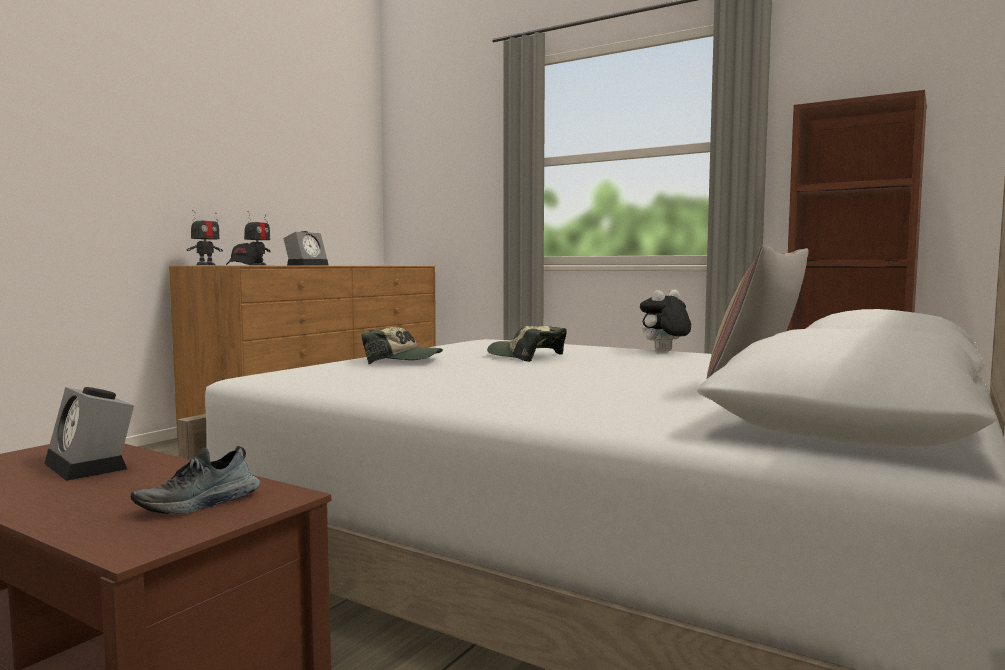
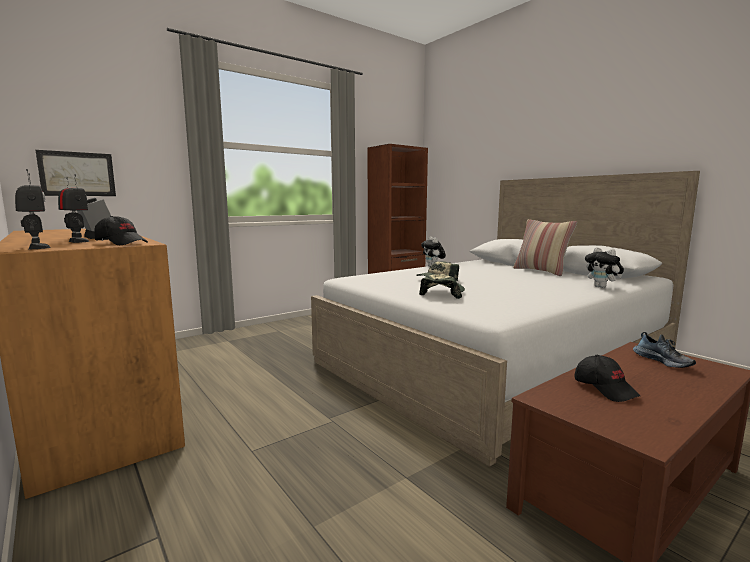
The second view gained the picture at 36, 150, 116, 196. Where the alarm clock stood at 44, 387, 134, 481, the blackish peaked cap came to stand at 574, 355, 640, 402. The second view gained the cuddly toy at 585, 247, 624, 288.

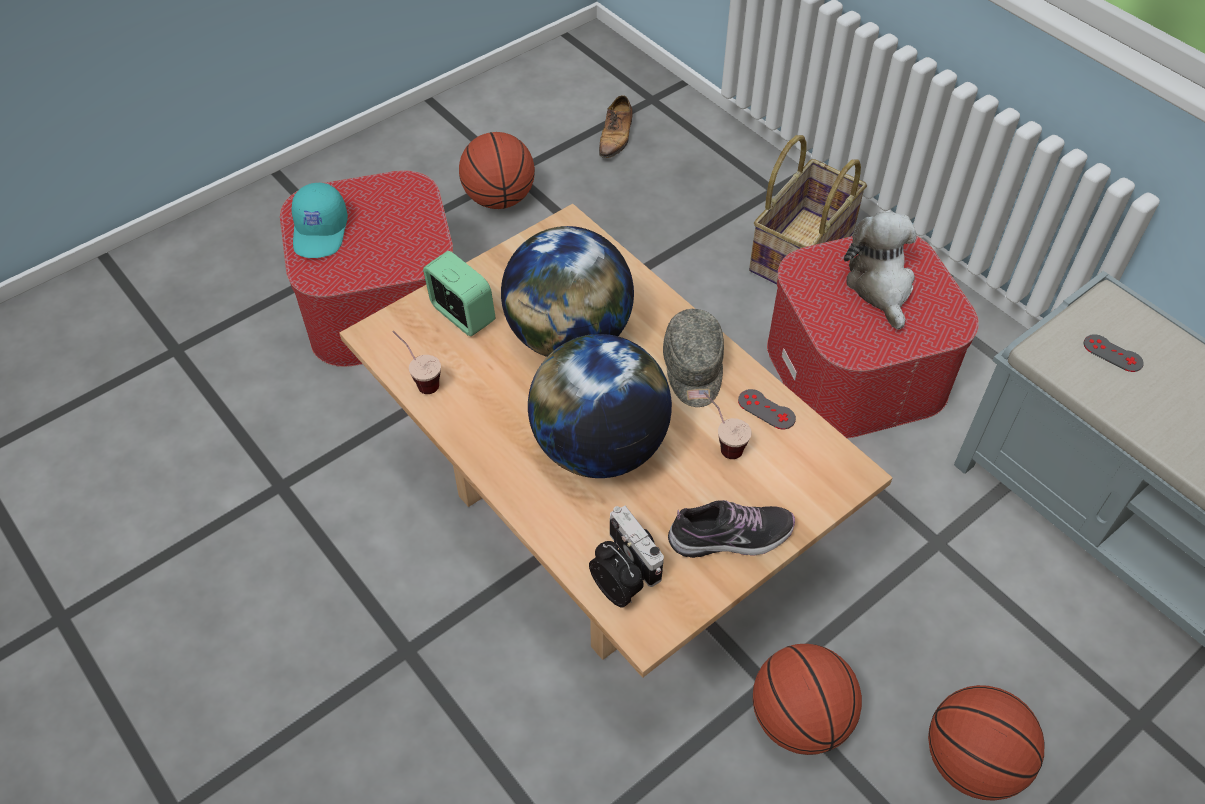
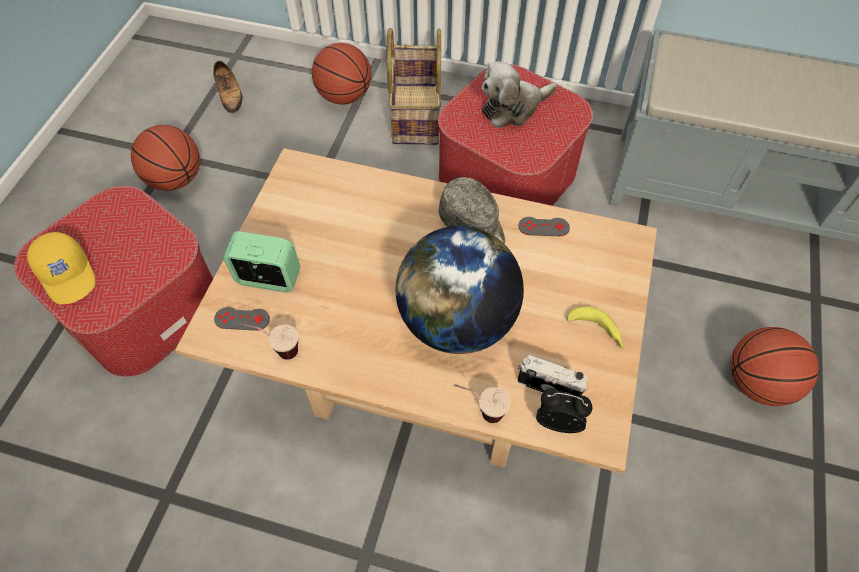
What was the turquoise peaked cap at 292, 183, 348, 258 turned into the yellow peaked cap at 27, 232, 96, 304. The greyish joypad ended up elsewhere, having gone from 1084, 334, 1144, 372 to 214, 307, 270, 331. The basketball ball ended up elsewhere, having gone from 753, 644, 862, 755 to 312, 43, 371, 105. The drinking cup ended up elsewhere, having gone from 704, 392, 752, 459 to 454, 384, 511, 423. The cuddly toy at 844, 212, 917, 330 ended up facing another way, 75 degrees counterclockwise from before. Where the low shoe stood at 668, 500, 795, 558, the banana fruit came to stand at 567, 306, 626, 349. The second view lost the desk globe at 501, 226, 634, 357.

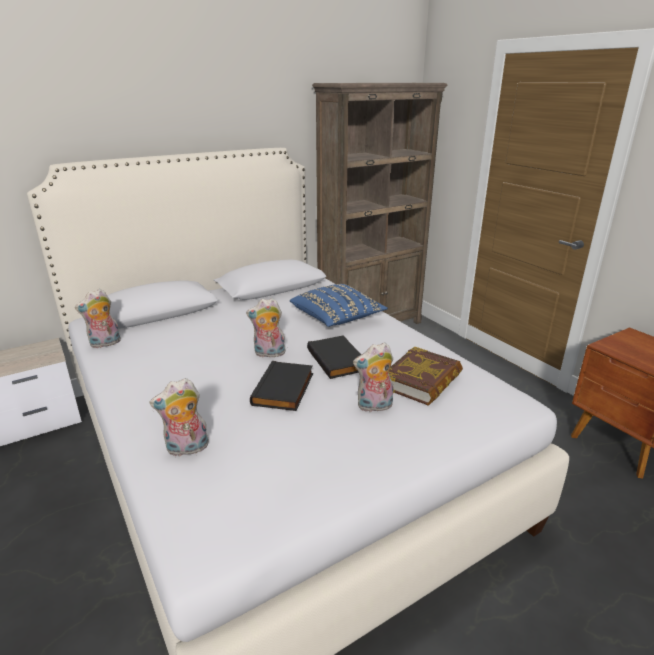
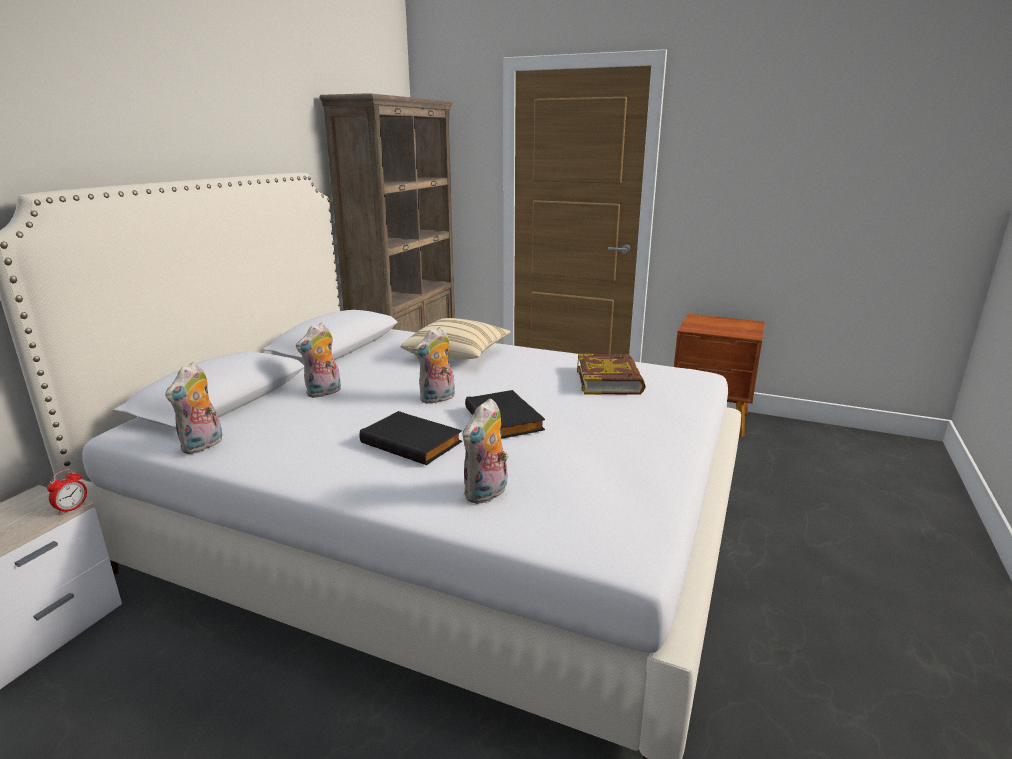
The second view gained the alarm clock at 47, 469, 87, 515. The cuddly toy ended up elsewhere, having gone from 353, 342, 393, 412 to 296, 322, 341, 398. The blackish book ended up elsewhere, having gone from 307, 335, 361, 379 to 359, 411, 462, 465. What was the blue pillow at 290, 284, 388, 327 turned into the sand-coloured pillow at 400, 318, 511, 360.

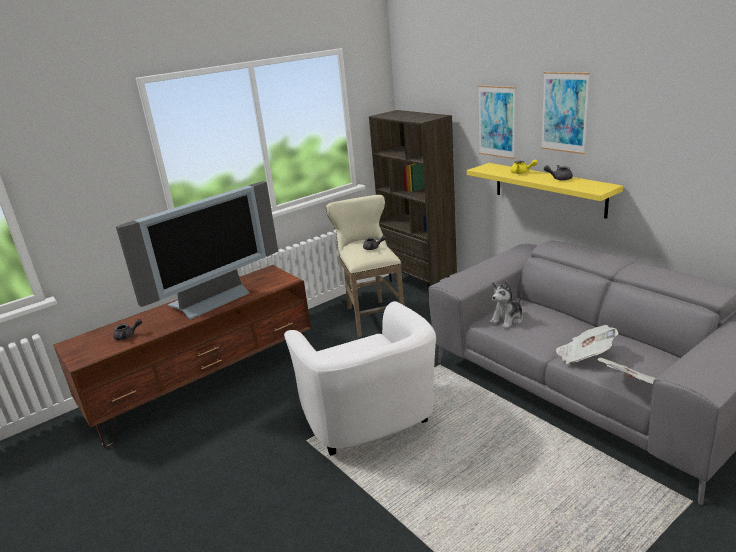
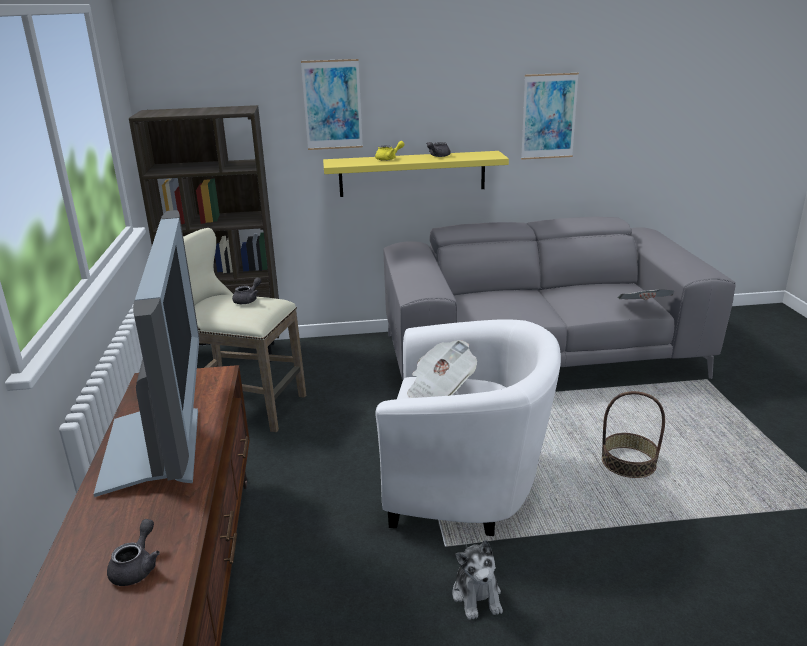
The daily paper ended up elsewhere, having gone from 556, 325, 618, 364 to 407, 340, 477, 398. The cuddly toy ended up elsewhere, having gone from 490, 281, 523, 329 to 452, 540, 503, 620. The picture ended up elsewhere, having gone from 541, 72, 590, 154 to 521, 73, 579, 160. The second view gained the household basket at 602, 391, 665, 478.

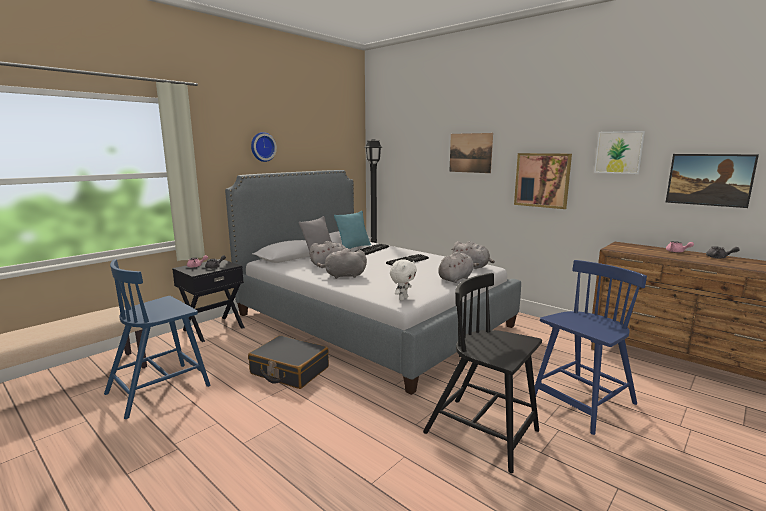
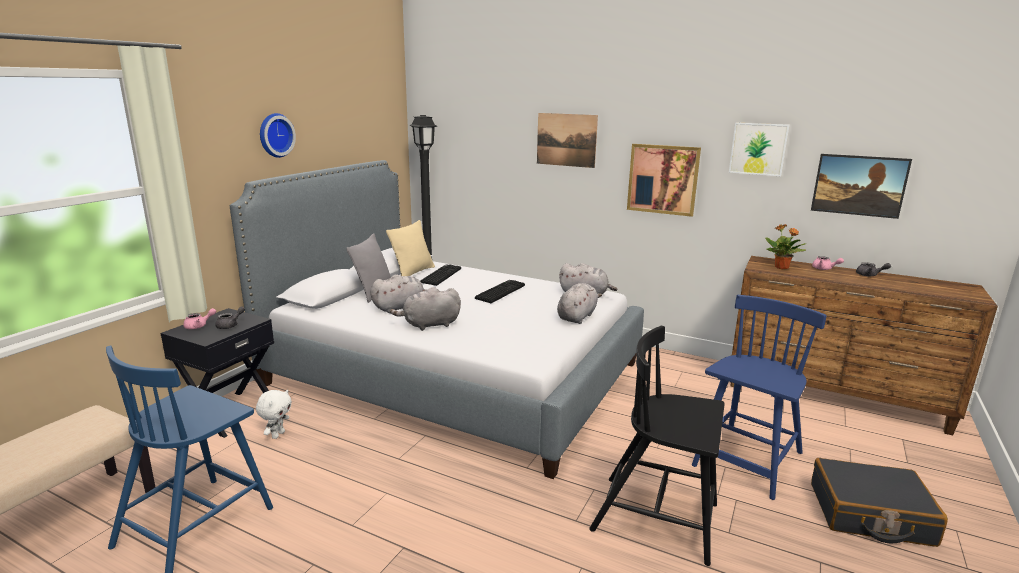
The white cuddly toy ended up elsewhere, having gone from 390, 259, 417, 300 to 256, 389, 292, 439. What was the turquoise pillow at 334, 211, 371, 249 turned into the sand-coloured pillow at 386, 220, 435, 276. The second view gained the houseplant at 765, 224, 806, 269. The blackish suitcase ended up elsewhere, having gone from 248, 335, 329, 389 to 811, 458, 948, 547.

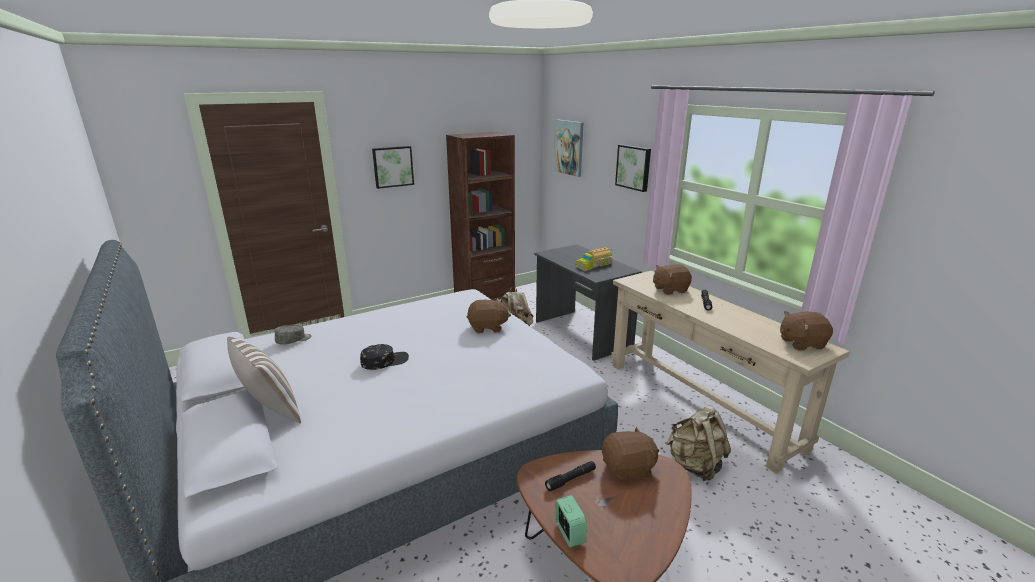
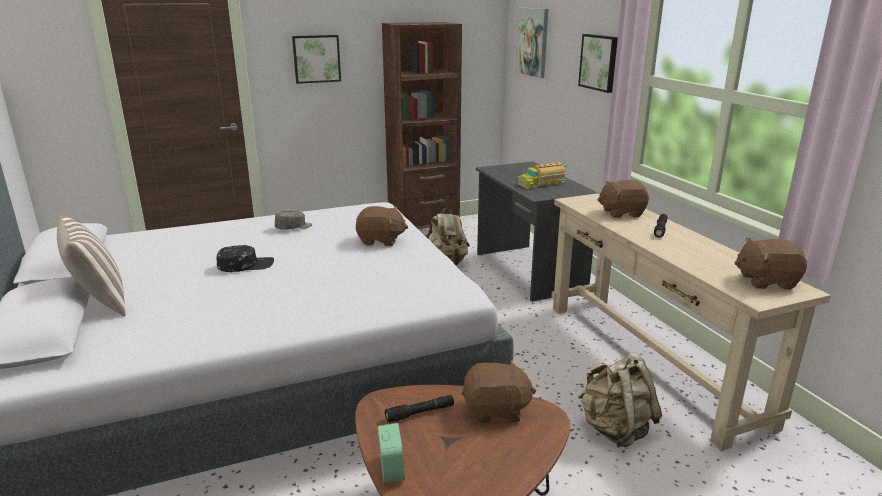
The greyish peaked cap ended up elsewhere, having gone from 275, 325, 311, 345 to 275, 211, 312, 230.

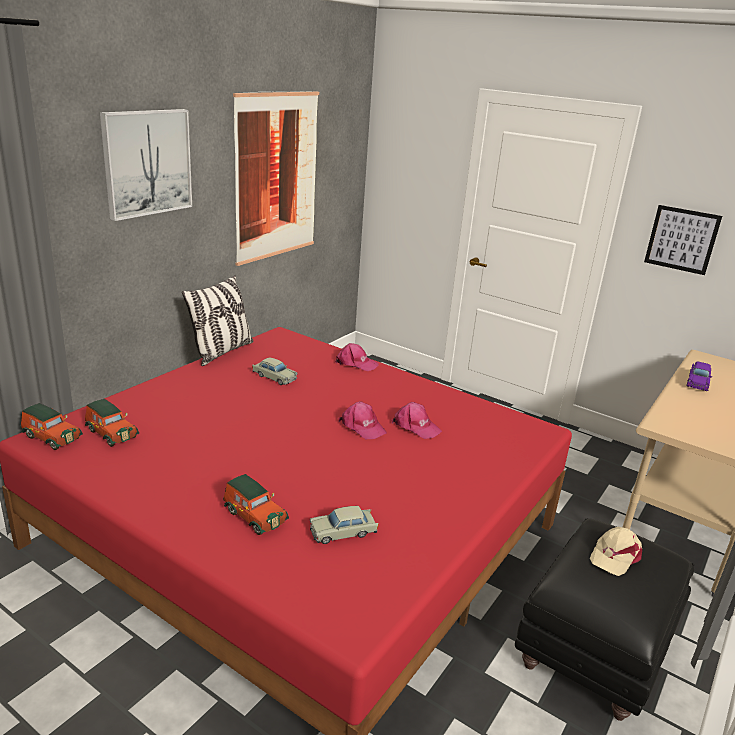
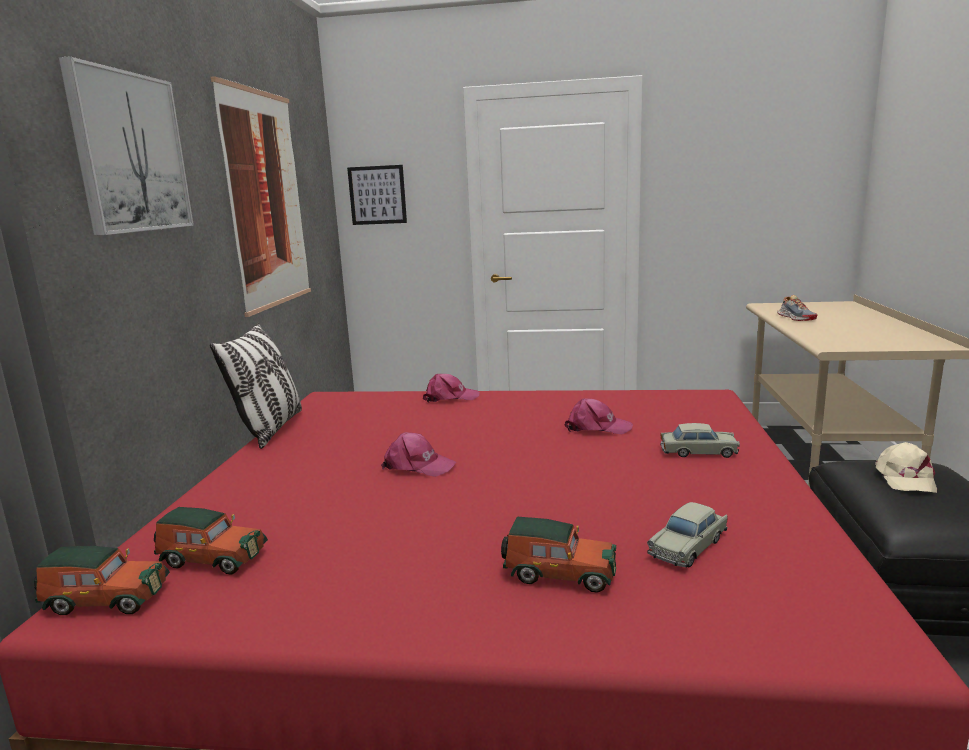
The picture ended up elsewhere, having gone from 644, 205, 722, 275 to 347, 165, 407, 225. The pinkish peaked cap ended up elsewhere, having gone from 338, 401, 387, 439 to 381, 432, 456, 477. The sand-coloured model car ended up elsewhere, having gone from 252, 358, 298, 385 to 660, 423, 740, 458. Where the purplish model car stood at 686, 362, 712, 391, the low shoe came to stand at 777, 295, 818, 321.

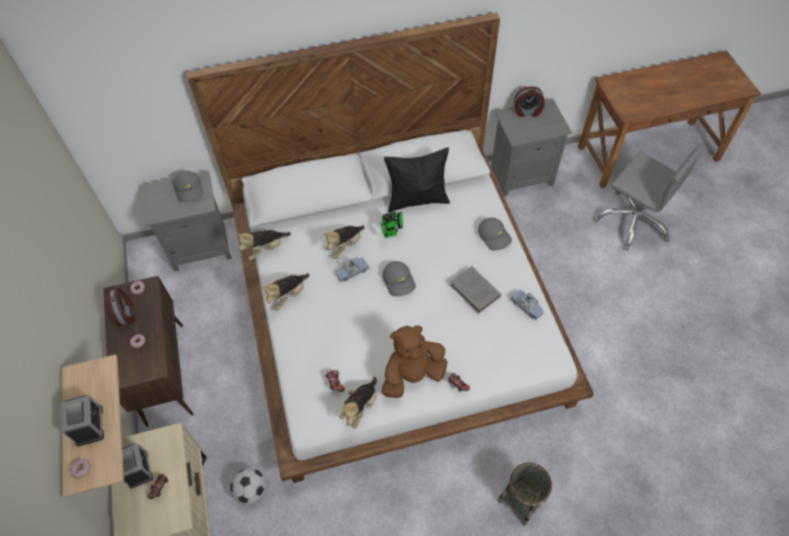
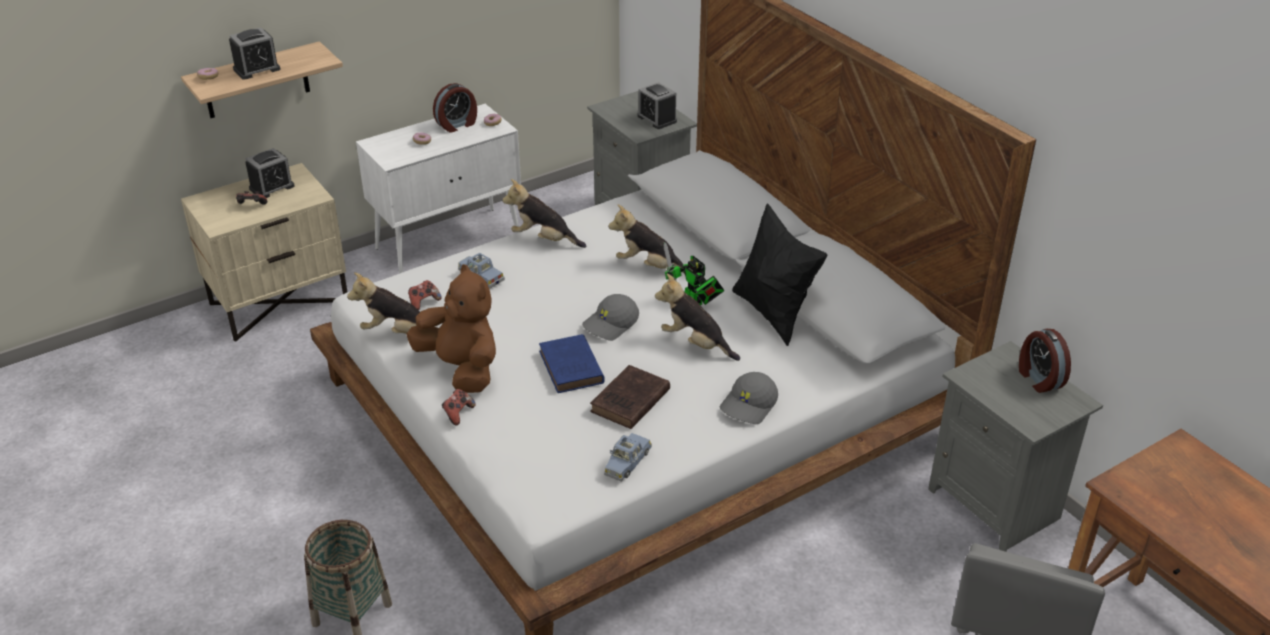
What was the brown-coloured storage cabinet at 104, 276, 193, 427 turned into the white storage cabinet at 356, 104, 521, 274. The blue model car ended up elsewhere, having gone from 335, 257, 370, 282 to 458, 253, 505, 289. The second view gained the blue book at 539, 334, 605, 393. What was the greyish book at 450, 266, 501, 314 turned into the brown-coloured book at 590, 365, 670, 429. Where the greyish peaked cap stood at 174, 171, 204, 202, the alarm clock came to stand at 638, 82, 677, 129. The cuddly toy ended up elsewhere, having gone from 236, 230, 291, 260 to 655, 274, 740, 361. The second view lost the football at 230, 468, 266, 505.

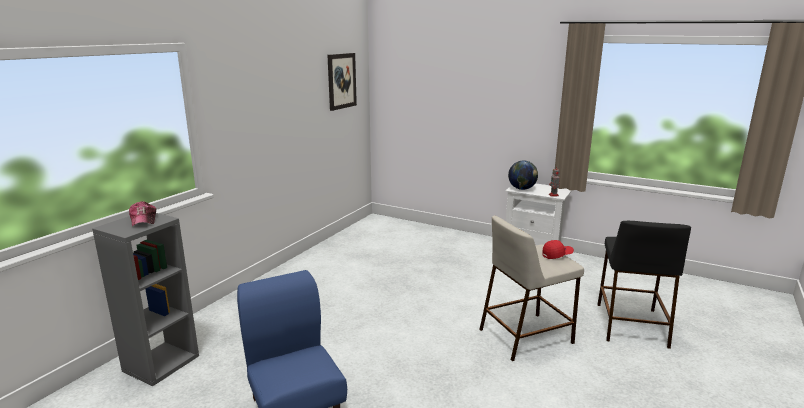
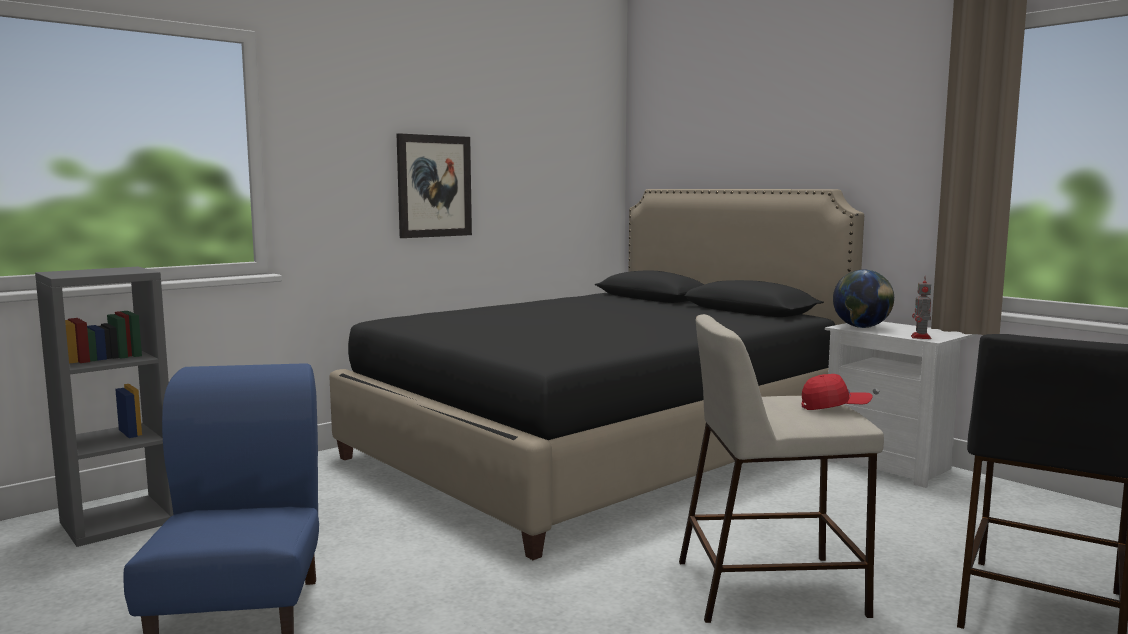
The second view gained the blackish bedroom bed at 329, 189, 864, 560. The picture ended up elsewhere, having gone from 327, 53, 357, 111 to 397, 133, 472, 238. The second view lost the peaked cap at 129, 201, 156, 227.

